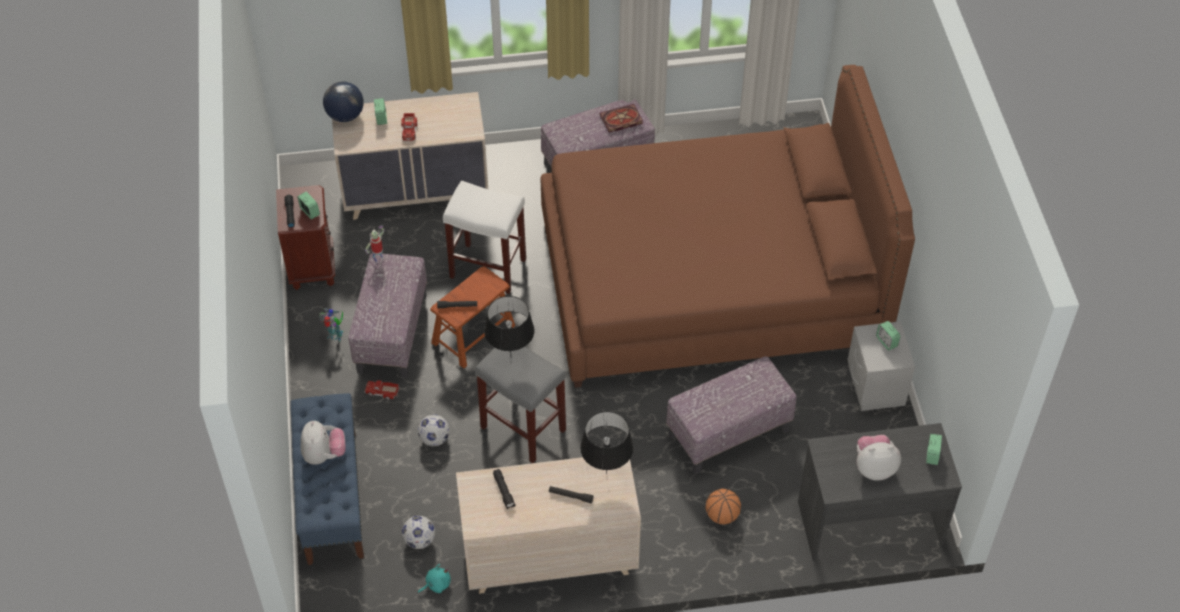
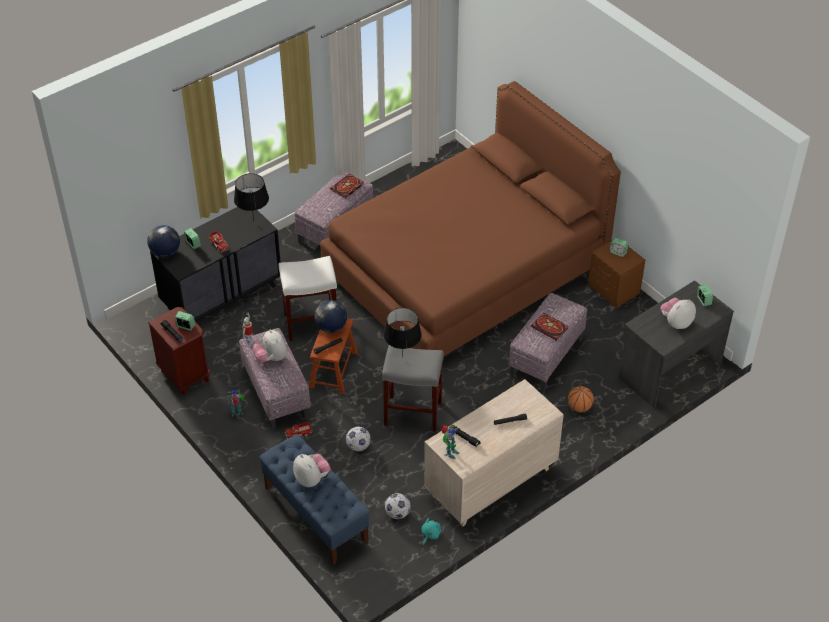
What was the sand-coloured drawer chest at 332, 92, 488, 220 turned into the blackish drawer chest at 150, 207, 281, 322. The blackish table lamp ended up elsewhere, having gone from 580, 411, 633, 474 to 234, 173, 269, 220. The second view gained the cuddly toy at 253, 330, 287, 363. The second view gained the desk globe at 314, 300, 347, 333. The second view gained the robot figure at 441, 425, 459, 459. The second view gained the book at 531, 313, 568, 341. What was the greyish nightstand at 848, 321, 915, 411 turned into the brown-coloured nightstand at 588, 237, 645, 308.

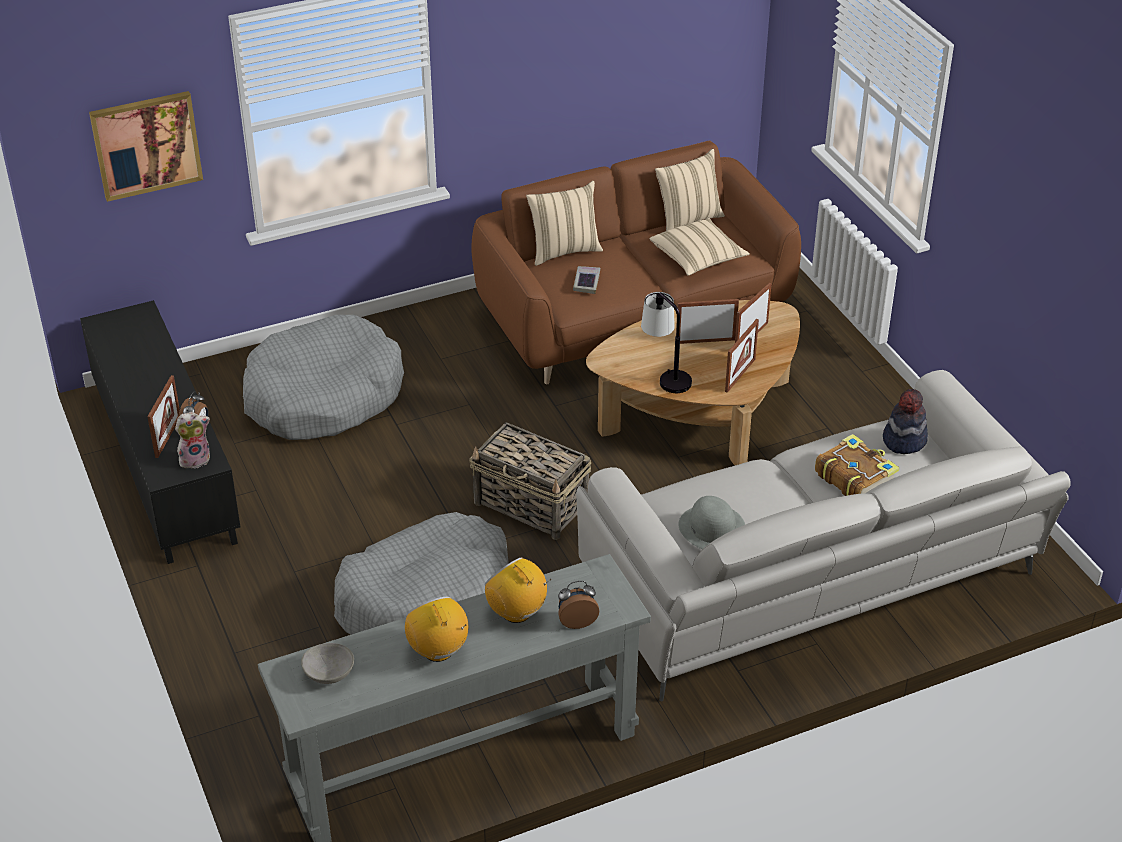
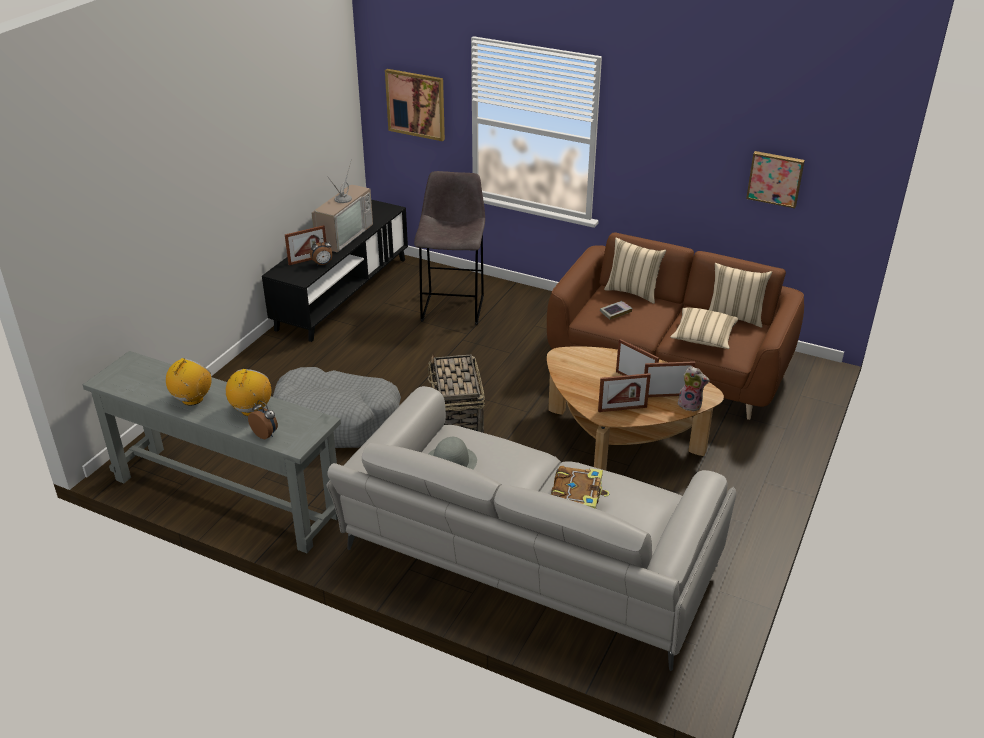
The second view gained the TV at 312, 159, 373, 252. Where the greyish dog bed stood at 243, 315, 404, 440, the greyish sitting stool came to stand at 414, 171, 485, 325. The cuddly toy ended up elsewhere, having gone from 175, 412, 210, 469 to 678, 366, 710, 412. The second view gained the picture at 746, 151, 805, 208. The second view lost the greyish serving bowl at 301, 643, 354, 684. The second view lost the table lamp at 641, 292, 692, 393. The second view lost the clothing hat at 883, 389, 928, 454.

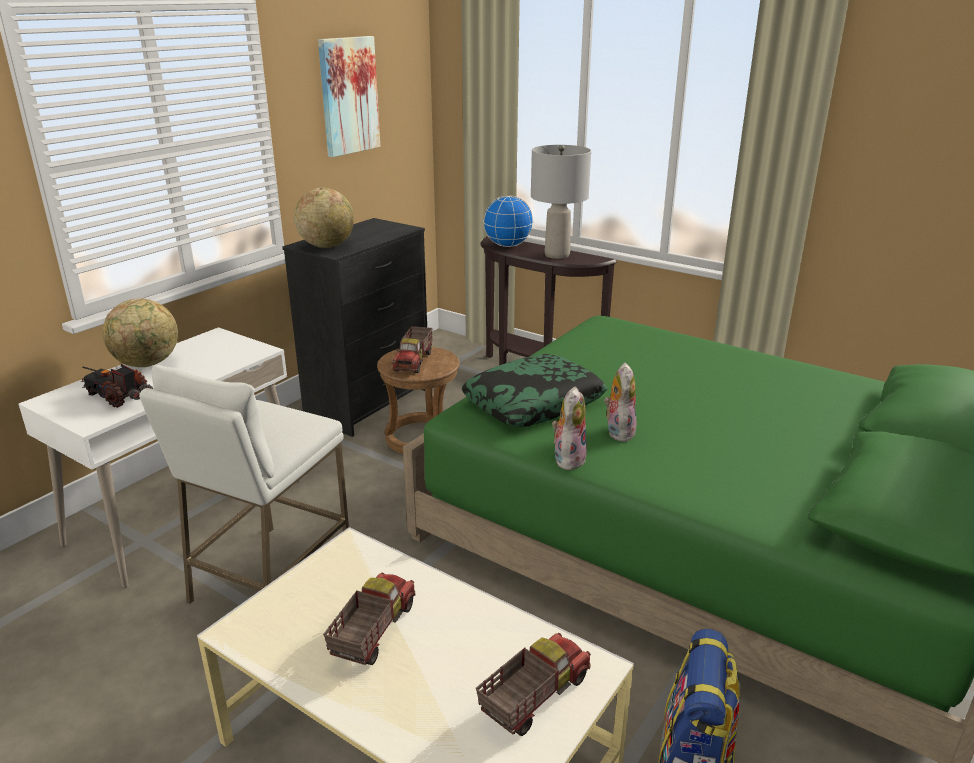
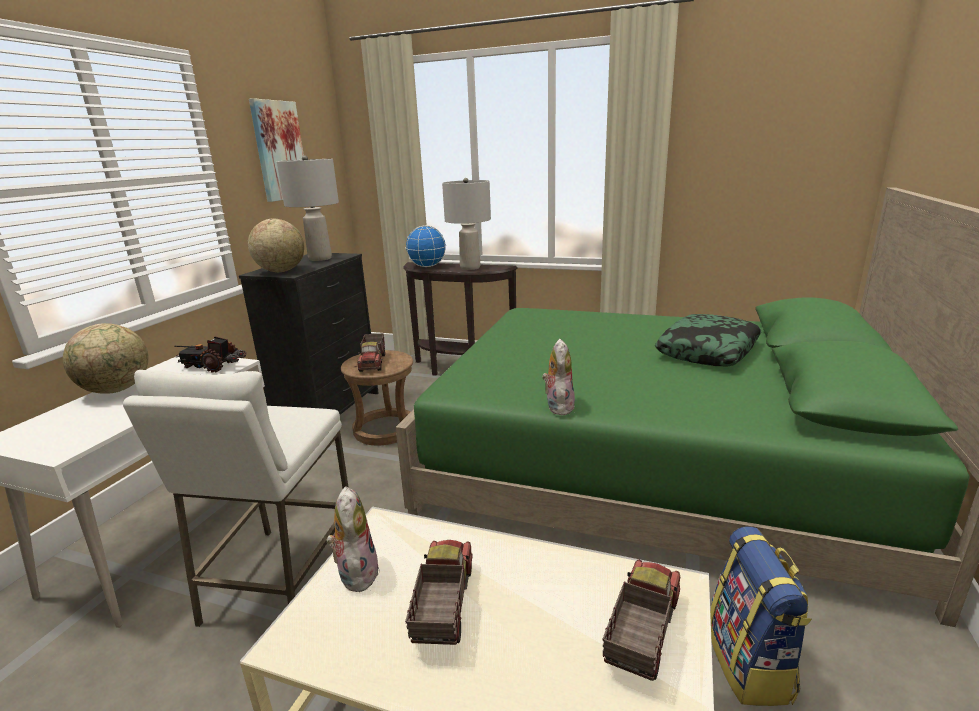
The toy lorry ended up elsewhere, having gone from 81, 364, 153, 408 to 174, 336, 246, 373. The second view gained the greyish table lamp at 277, 155, 339, 261. The cuddly toy ended up elsewhere, having gone from 604, 363, 636, 442 to 326, 486, 379, 592. The pillow ended up elsewhere, having gone from 462, 354, 608, 427 to 655, 314, 762, 366.

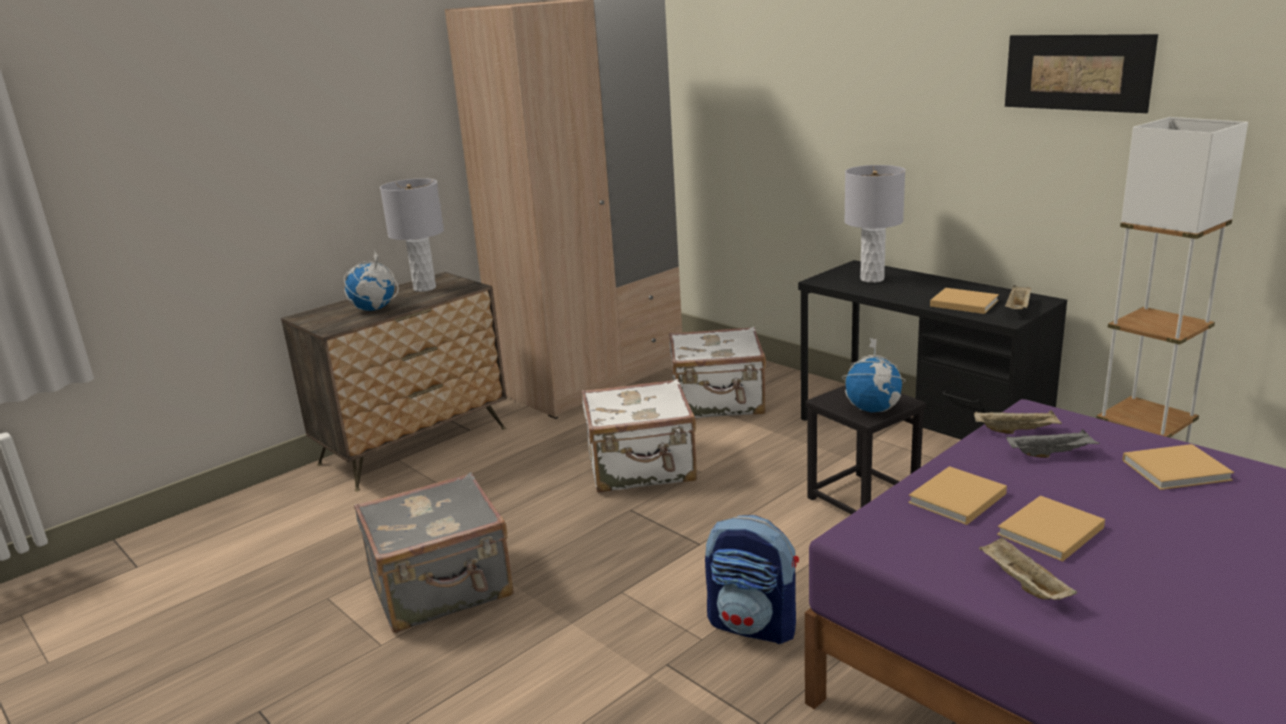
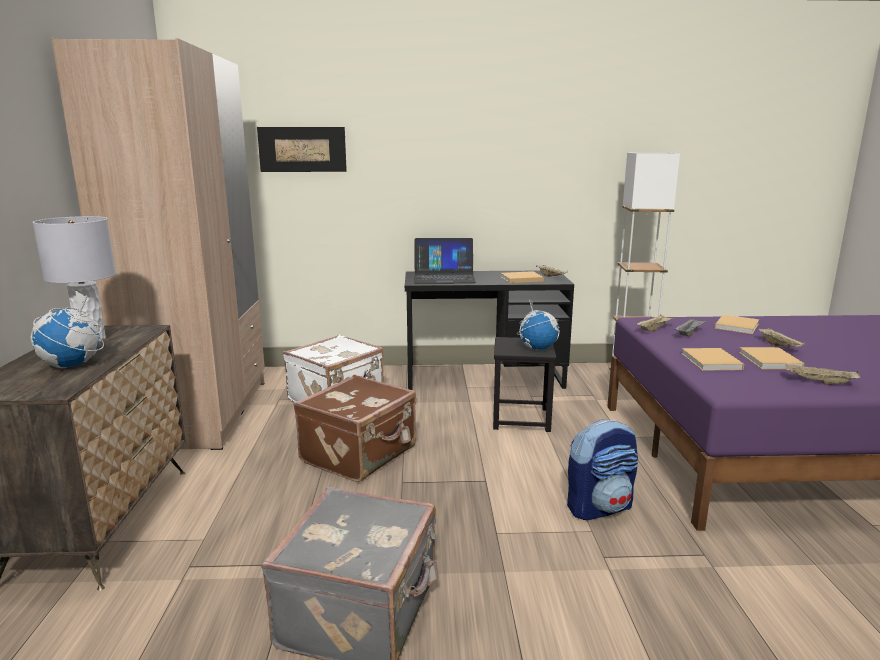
The picture ended up elsewhere, having gone from 1005, 34, 1158, 113 to 257, 127, 347, 172. What was the white suitcase at 582, 379, 697, 493 turned into the brown-coloured suitcase at 294, 375, 416, 482. Where the greyish table lamp stood at 844, 165, 905, 283, the notebook computer came to stand at 414, 238, 476, 284. The second view gained the sand-coloured serving tray at 758, 328, 805, 347.

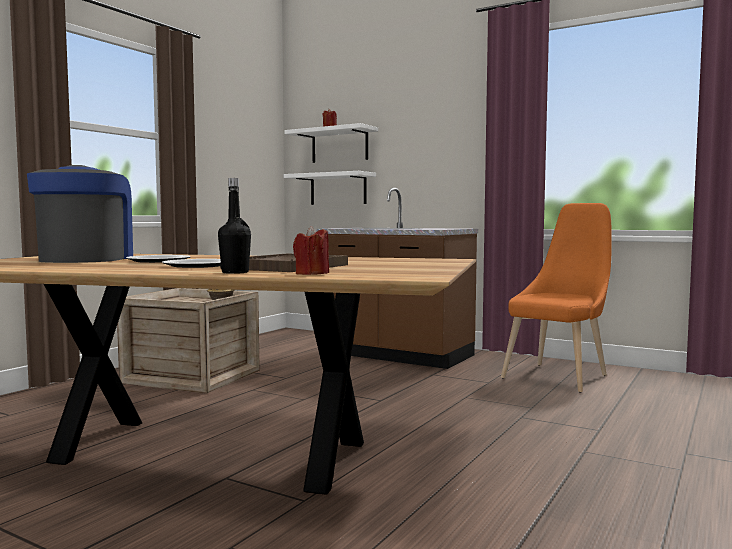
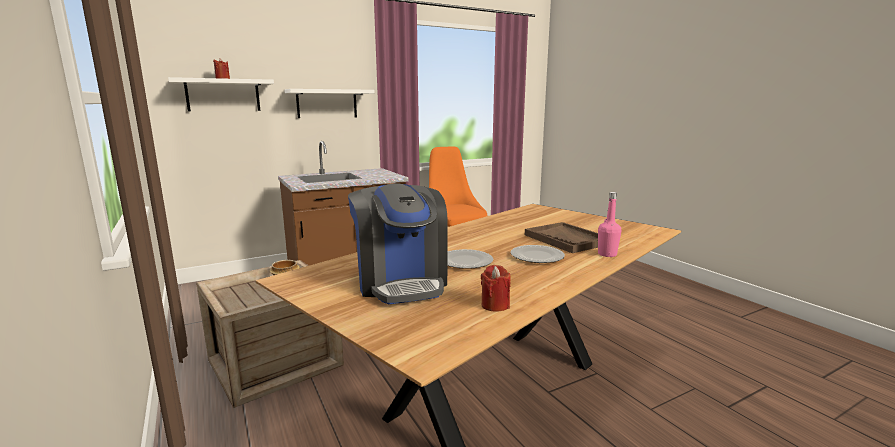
The white shelf ended up elsewhere, having gone from 283, 171, 376, 205 to 284, 89, 375, 118. The coffee brewer at 27, 165, 133, 263 ended up facing another way, 135 degrees counterclockwise from before. The red candle ended up elsewhere, having gone from 293, 226, 329, 275 to 481, 265, 511, 312. What was the blackish beverage bottle at 218, 178, 251, 274 turned into the pinkish beverage bottle at 598, 192, 621, 257.

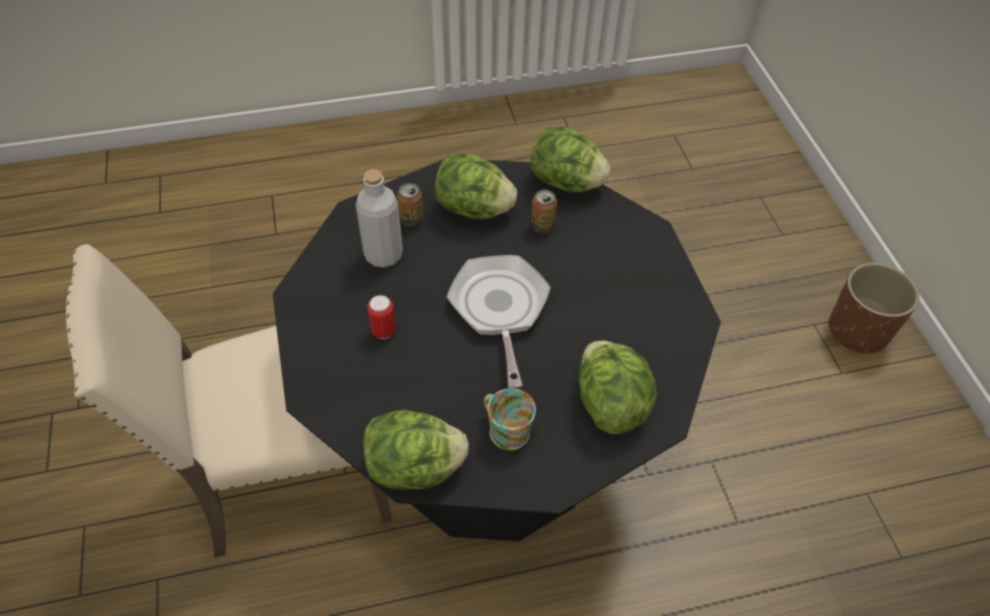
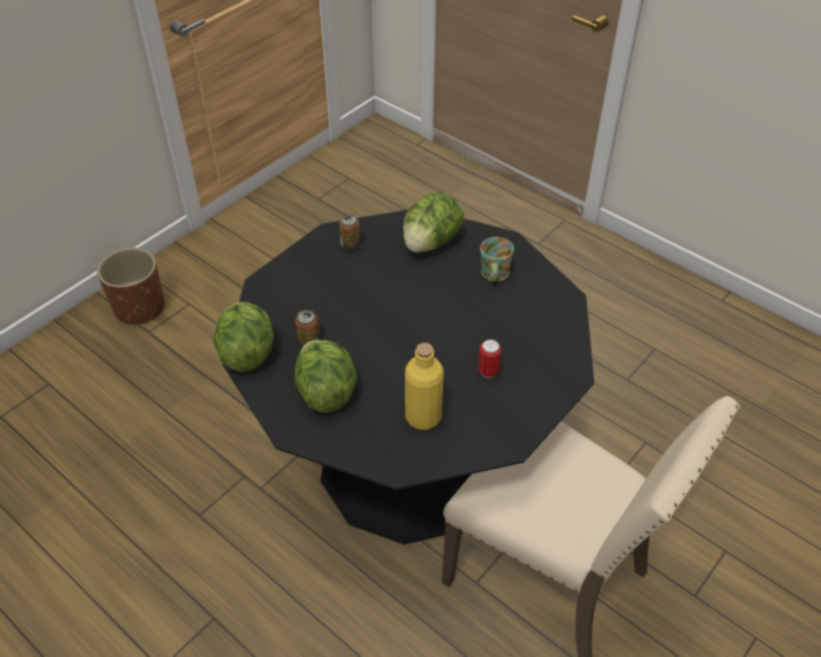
The metal can ended up elsewhere, having gone from 397, 183, 424, 227 to 339, 214, 360, 250. What was the greyish beverage bottle at 356, 169, 403, 268 turned into the yellow beverage bottle at 405, 343, 443, 430. The second view lost the lettuce at 363, 409, 469, 490. The second view lost the pan at 446, 255, 551, 388.

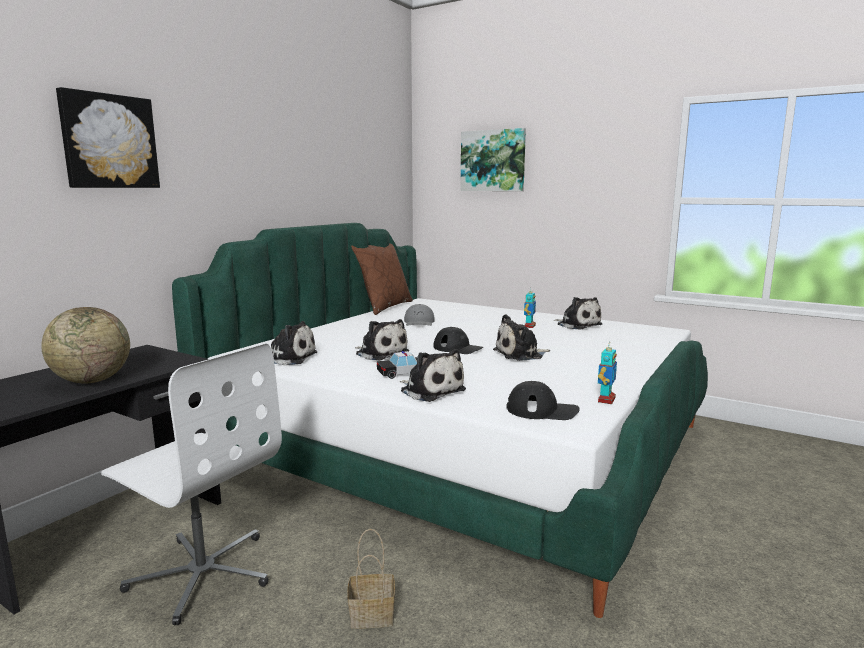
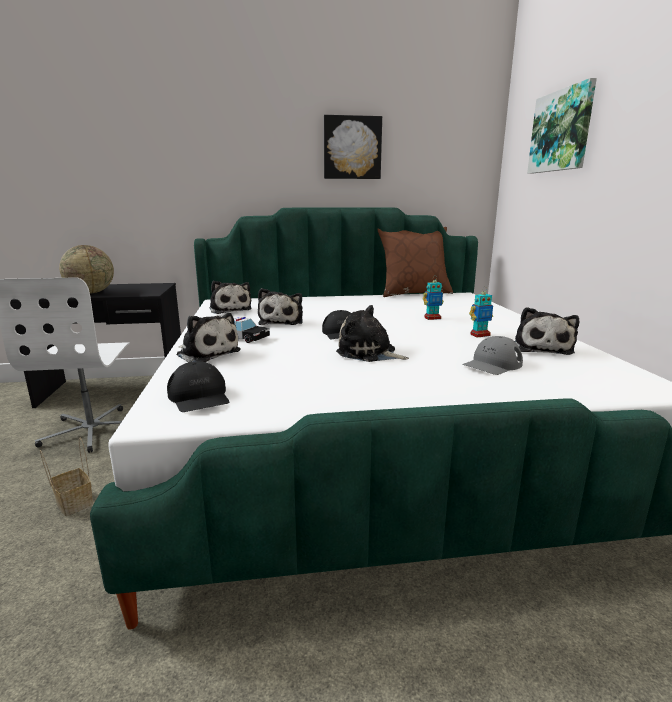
The cuddly toy at 400, 349, 466, 402 ended up facing another way, 60 degrees counterclockwise from before. The picture ended up elsewhere, having gone from 56, 87, 160, 188 to 324, 115, 382, 179. The robot figure ended up elsewhere, having gone from 598, 341, 617, 404 to 423, 276, 444, 320. The greyish peaked cap ended up elsewhere, having gone from 404, 304, 435, 326 to 462, 336, 523, 375.

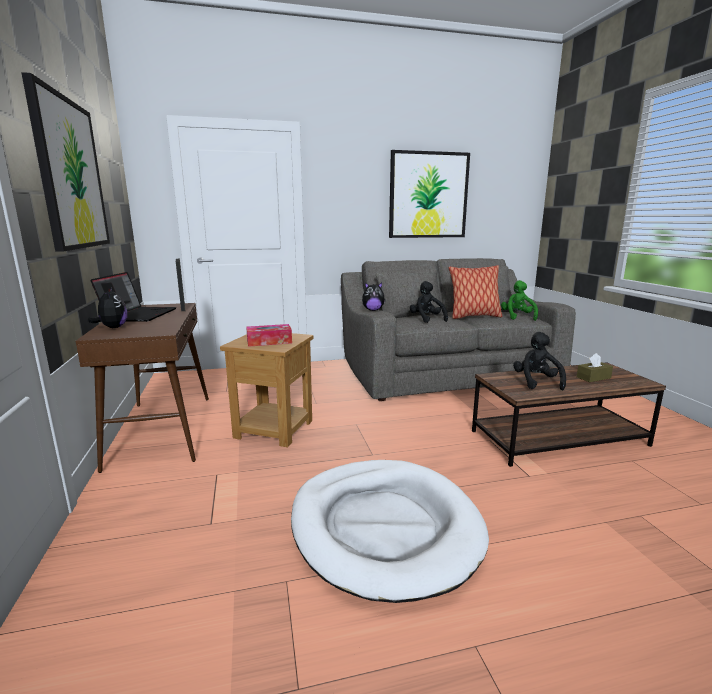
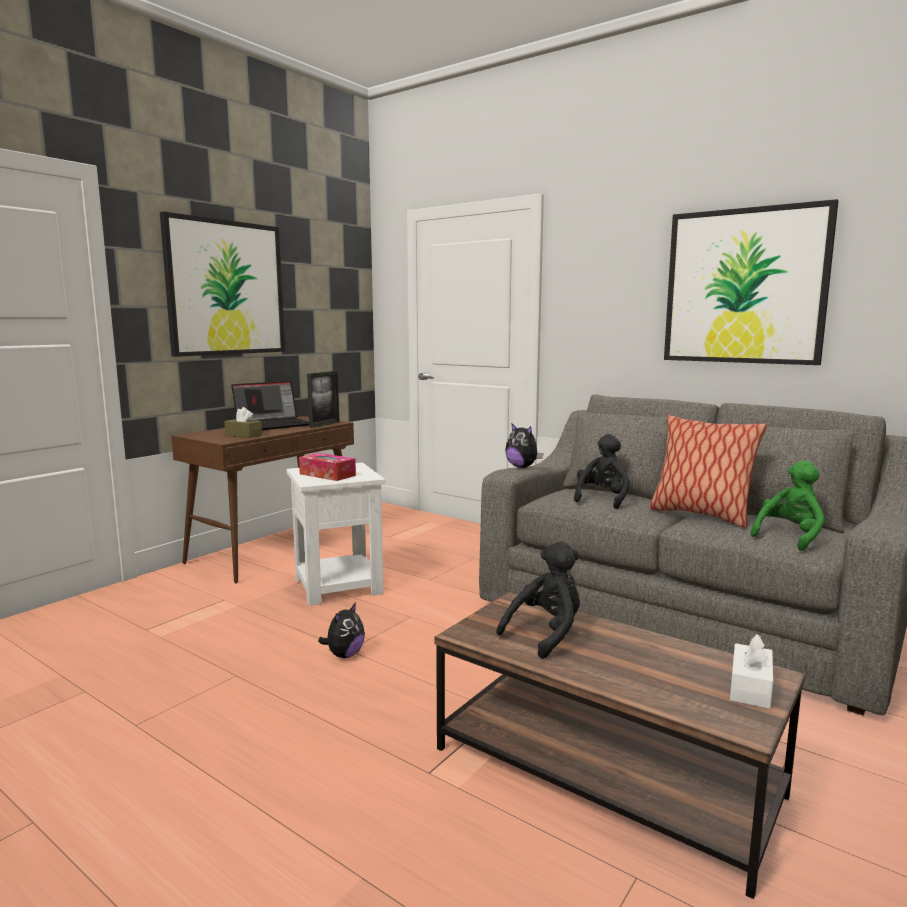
The brown-coloured tissue holder ended up elsewhere, having gone from 577, 353, 613, 382 to 224, 407, 262, 438. What was the brown-coloured end table at 220, 333, 314, 447 turned into the white end table at 286, 463, 385, 606. The cuddly toy ended up elsewhere, having gone from 88, 288, 127, 328 to 318, 602, 365, 658. The second view gained the white tissue holder at 730, 634, 773, 709. The second view lost the white dog bed at 291, 460, 489, 603.

